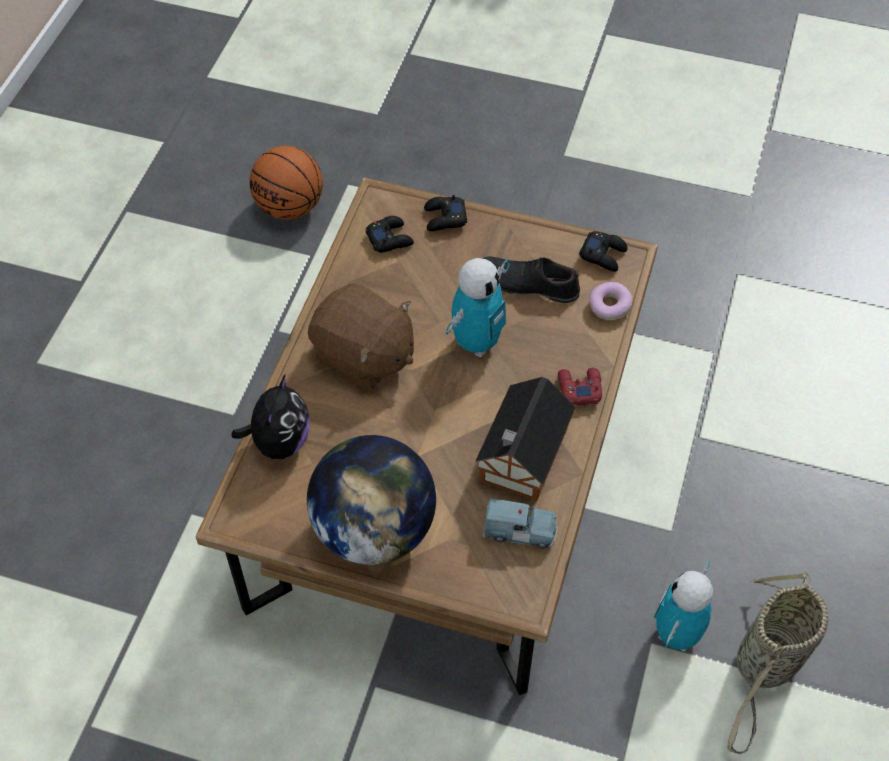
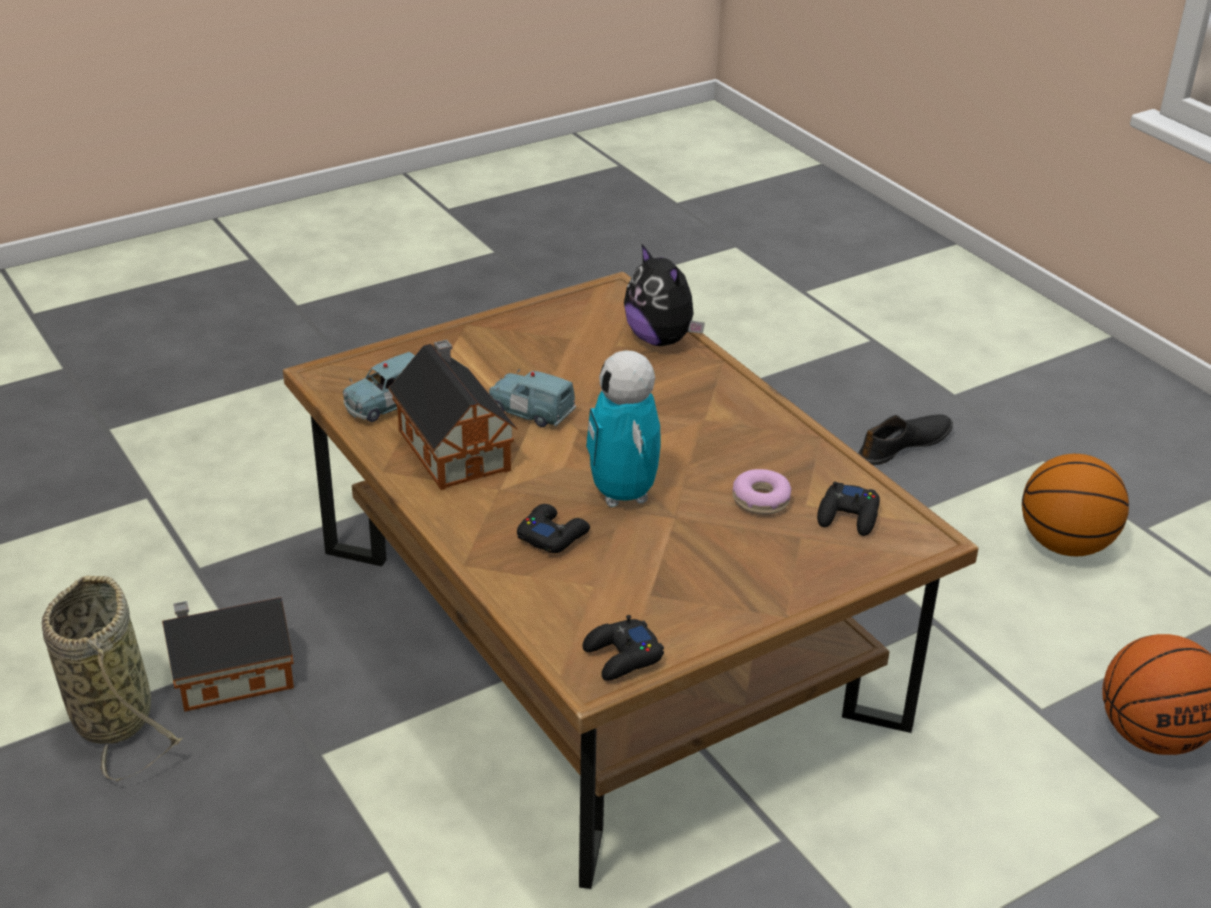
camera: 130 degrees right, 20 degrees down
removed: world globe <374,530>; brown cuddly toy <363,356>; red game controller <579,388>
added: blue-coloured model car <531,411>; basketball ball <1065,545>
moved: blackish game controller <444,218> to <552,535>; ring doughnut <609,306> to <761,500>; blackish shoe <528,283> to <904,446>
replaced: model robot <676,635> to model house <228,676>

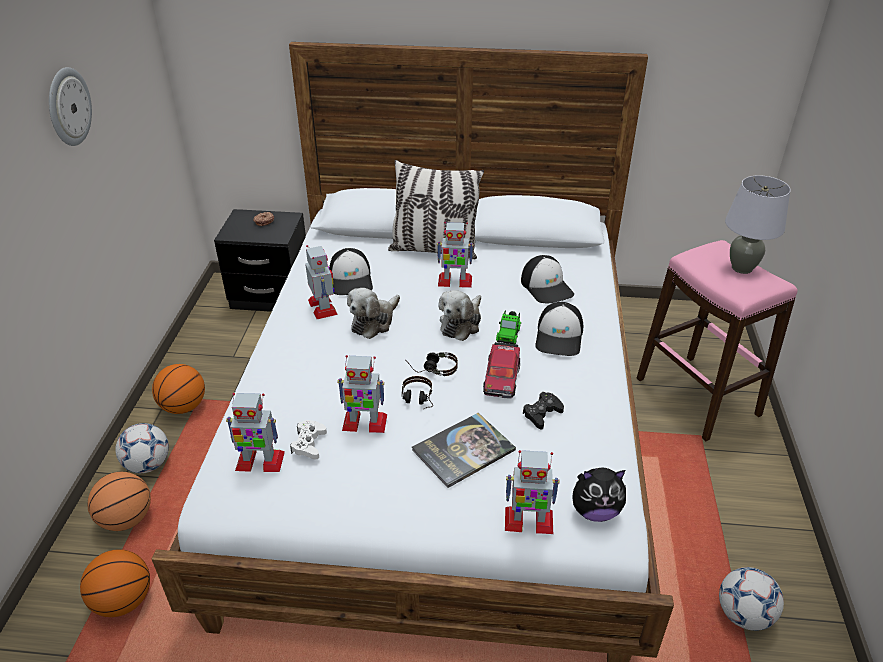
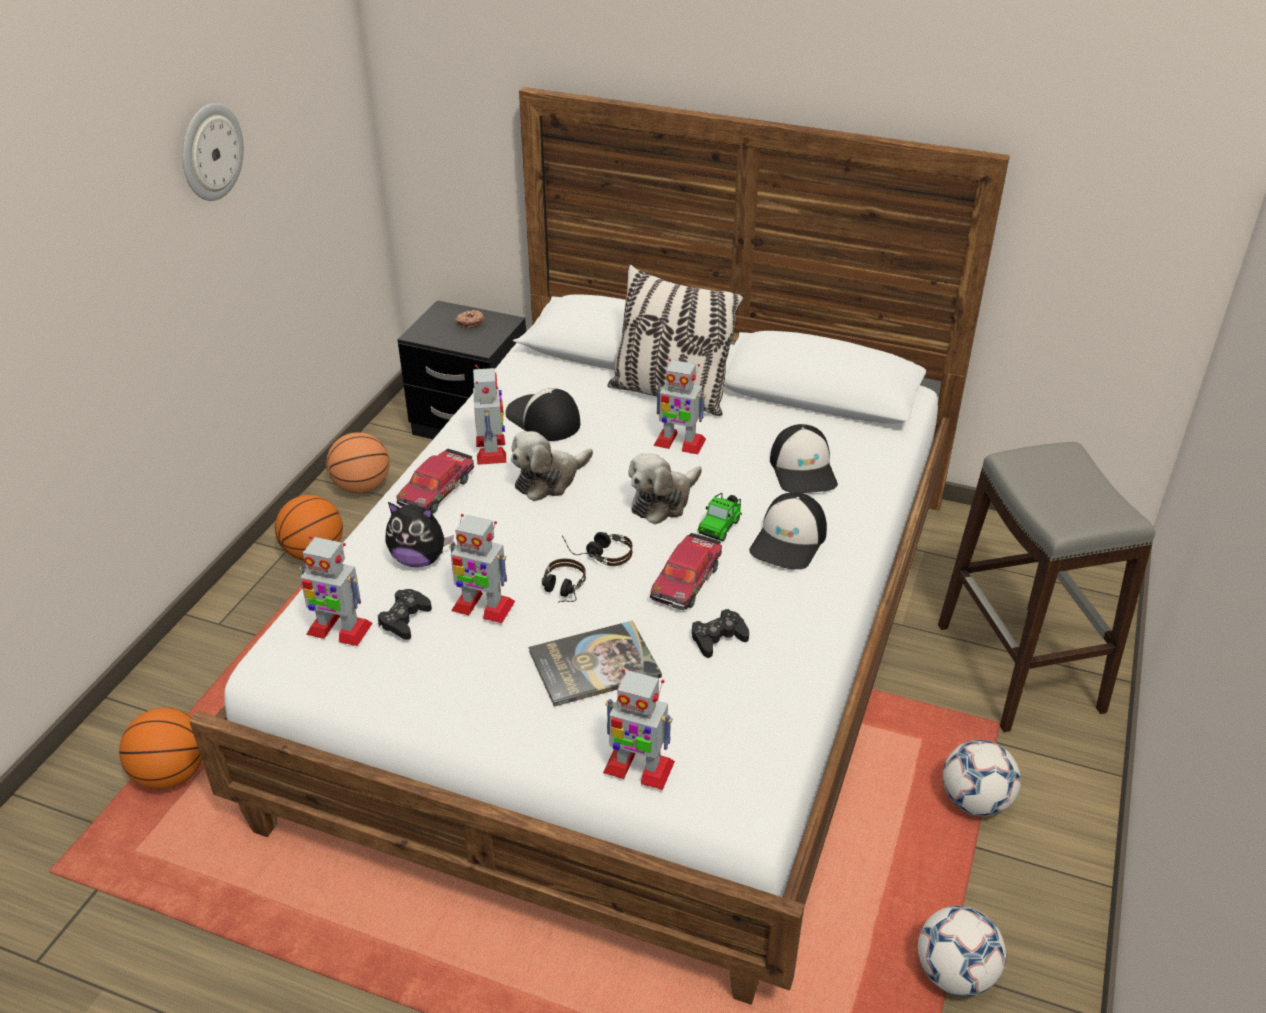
camera: 15 degrees right, 0 degrees up
removed: greyish tabletop lamp <741,268>
added: model car <437,490>
moved: basketball ball <126,519> to <362,487>; cuddly toy <595,511> to <419,559>; football ball <148,464> to <974,801>
recoloured: white-coloured game controller <309,444> to blackish game controller <405,619>; pink-coloured sitting stool <698,397> to greyish sitting stool <1019,668>
turned: peaked cap <351,280> = <542,419> 135 degrees clockwise

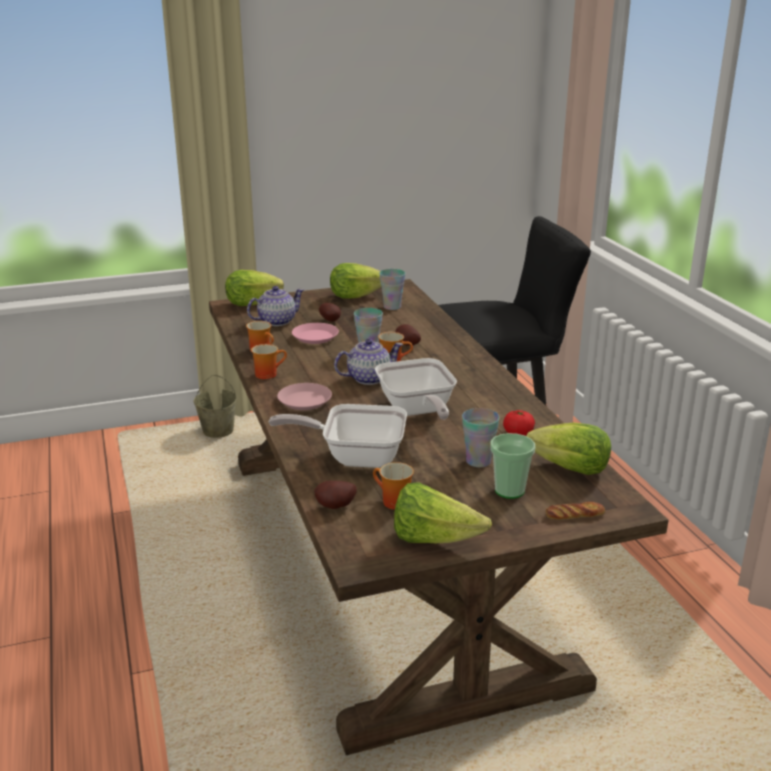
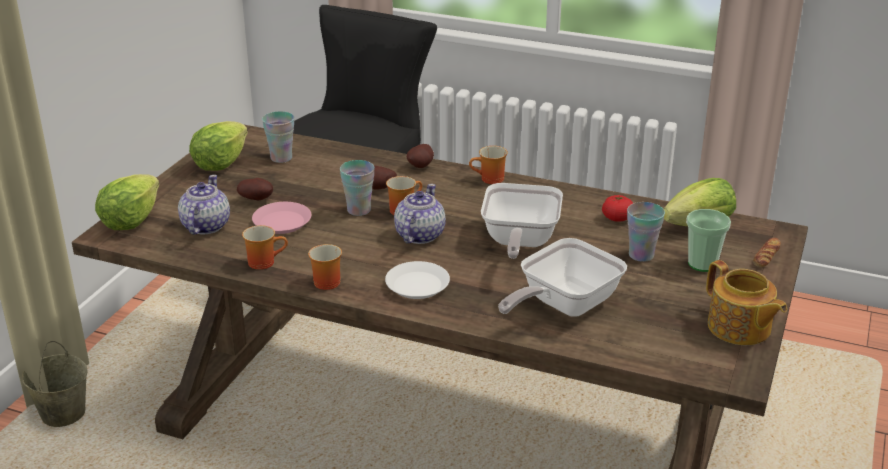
camera: 50 degrees left, 5 degrees up
moved: whole potato <336,507> to <422,166>; mug <392,502> to <490,180>
replaced: lettuce <433,539> to teapot <739,328>
recoloured: pink-coloured plate <304,401> to white-coloured plate <417,285>
turned: frying pan <416,411> = <518,242> 75 degrees clockwise

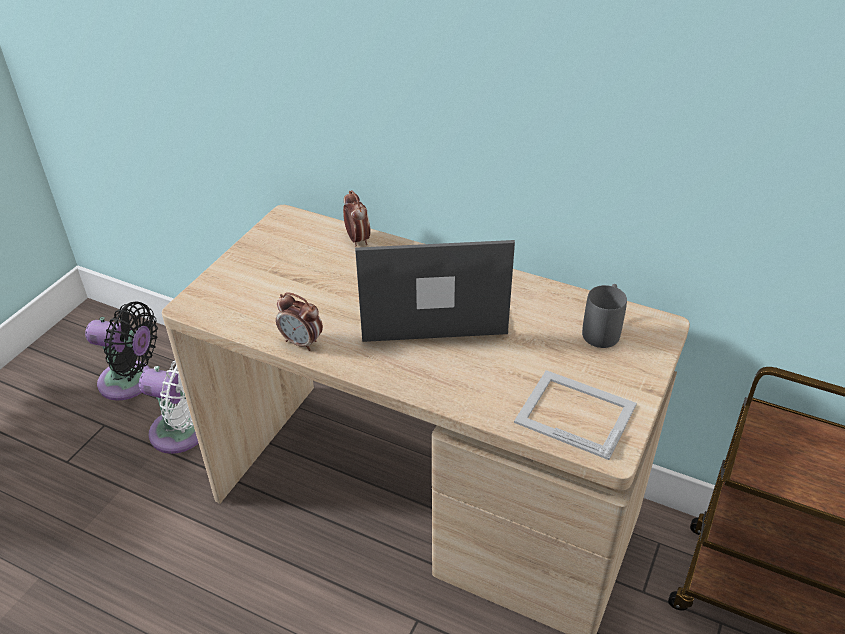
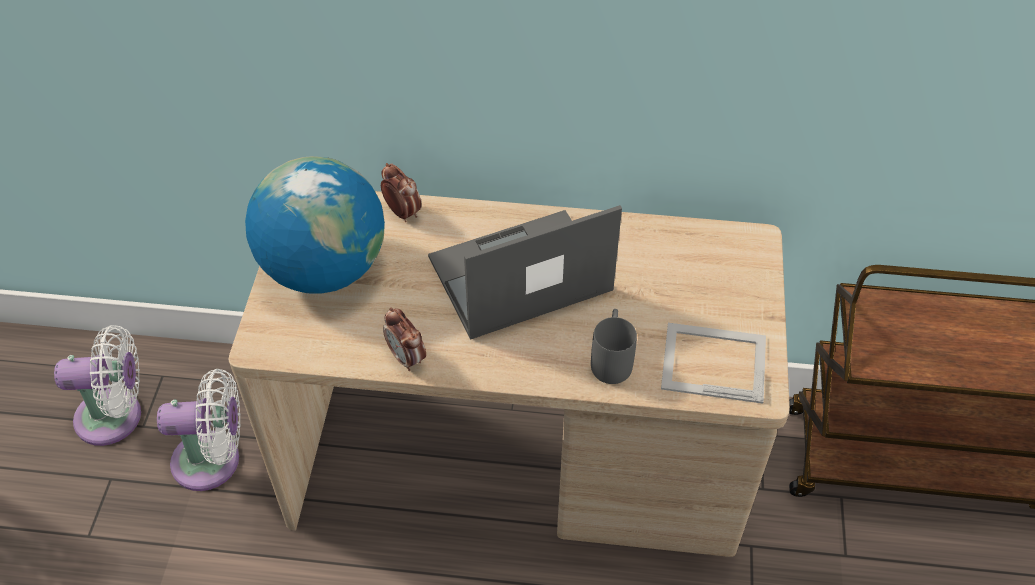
camera: 20 degrees left, 10 degrees up
added: world globe <324,268>
moved: greyish mug <603,330> to <611,359>
recoloured: blackish cooling fan <131,382> to white-coloured cooling fan <116,417>
turned: alarm clock <302,342> = <407,358> 45 degrees clockwise

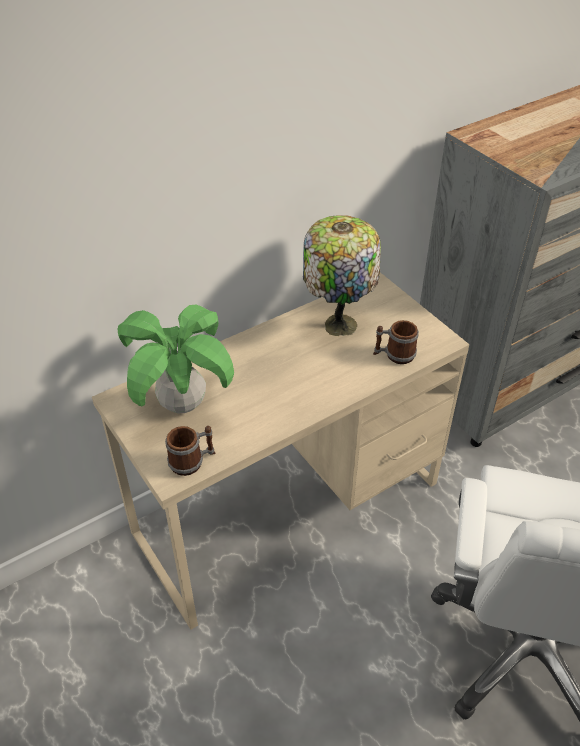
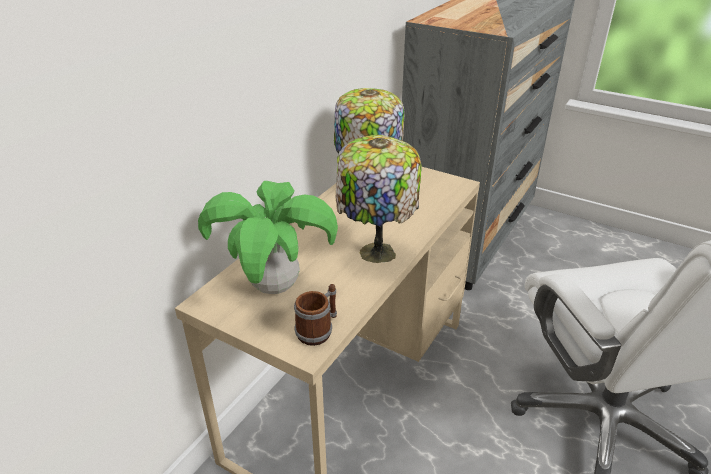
camera: 25 degrees left, 10 degrees down
removed: mug <394,355>
added: tabletop lamp <375,254>

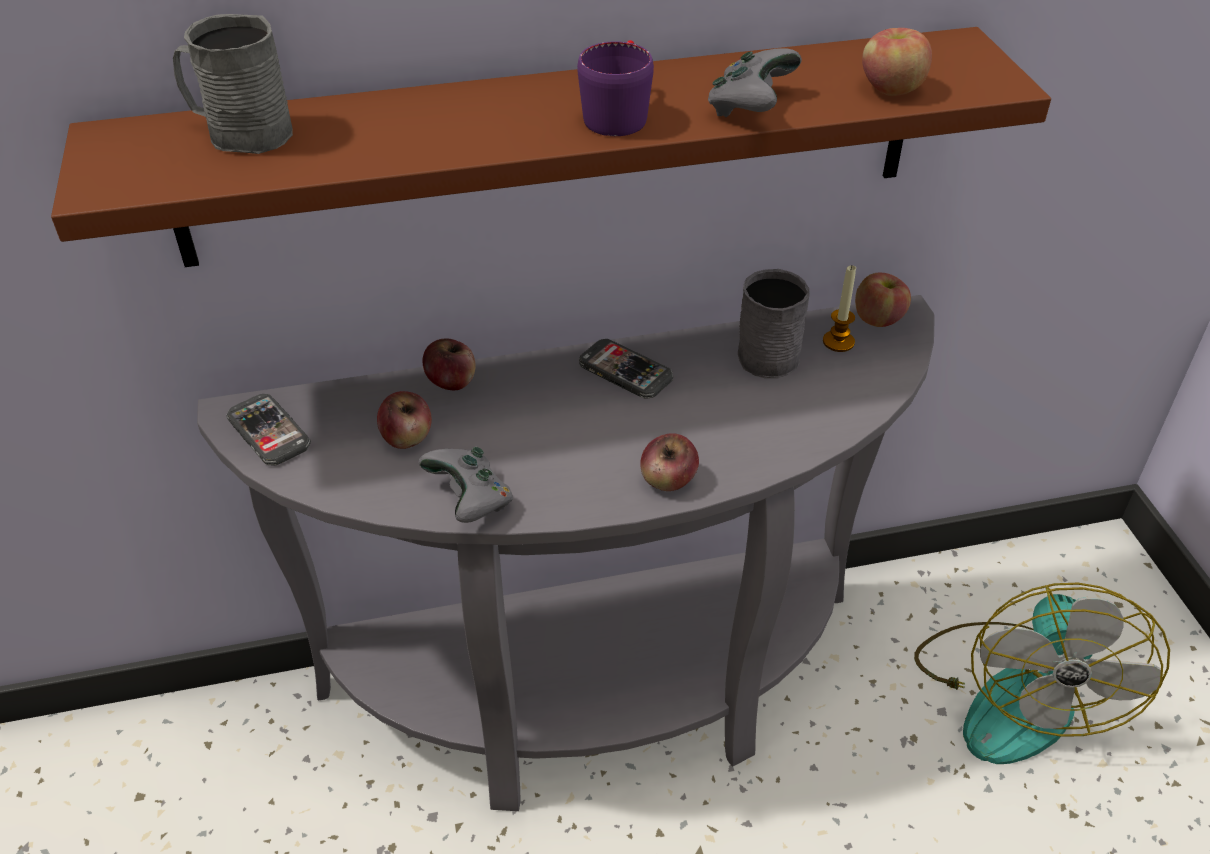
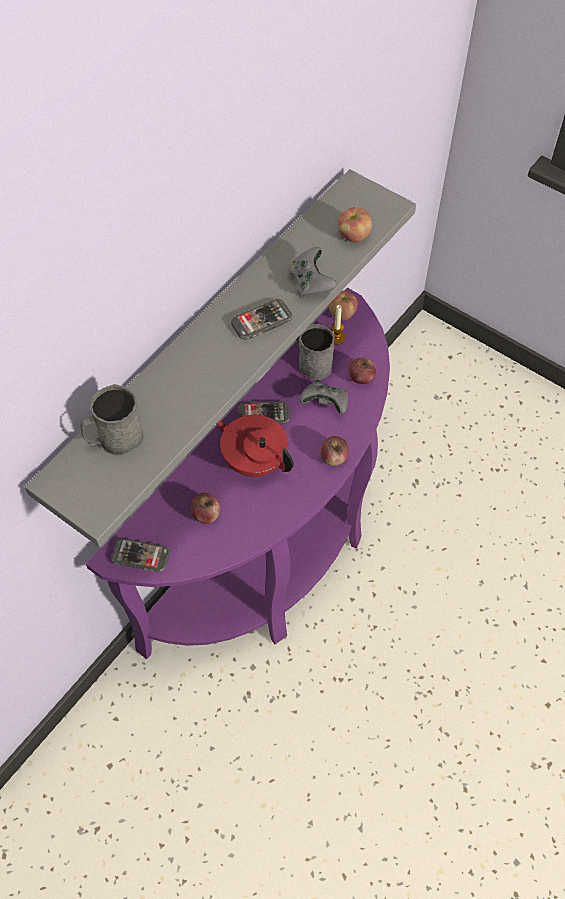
camera: 40 degrees left, 15 degrees up
removed: cooling fan <1013,693>
added: red teapot <254,460>
moved: greyish game controller <470,501> to <326,403>; apple <451,381> to <361,378>
replaced: purplish mug <618,112> to phone <261,320>
recoloured: brown shelf <554,147> to greyish shelf <206,339>; greyish console table <601,696> to purplish console table <274,558>

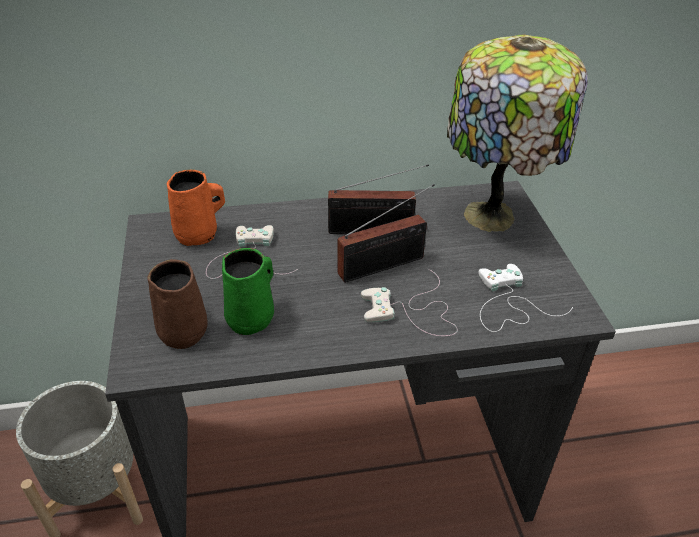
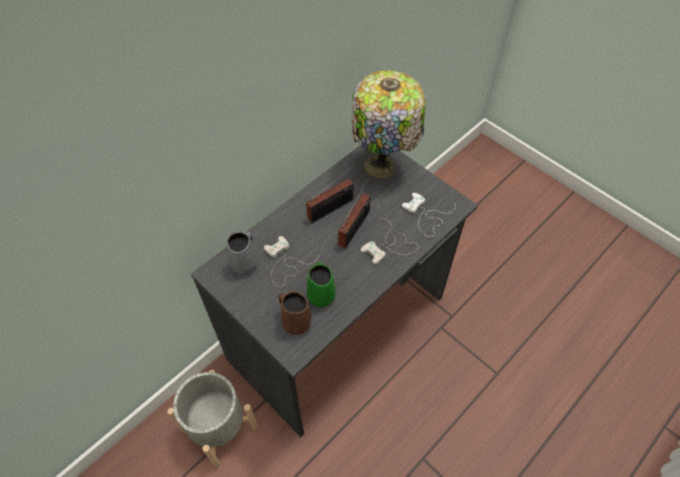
camera: 35 degrees left, 15 degrees up
recoloured: orange mug <199,234> to greyish mug <245,263>

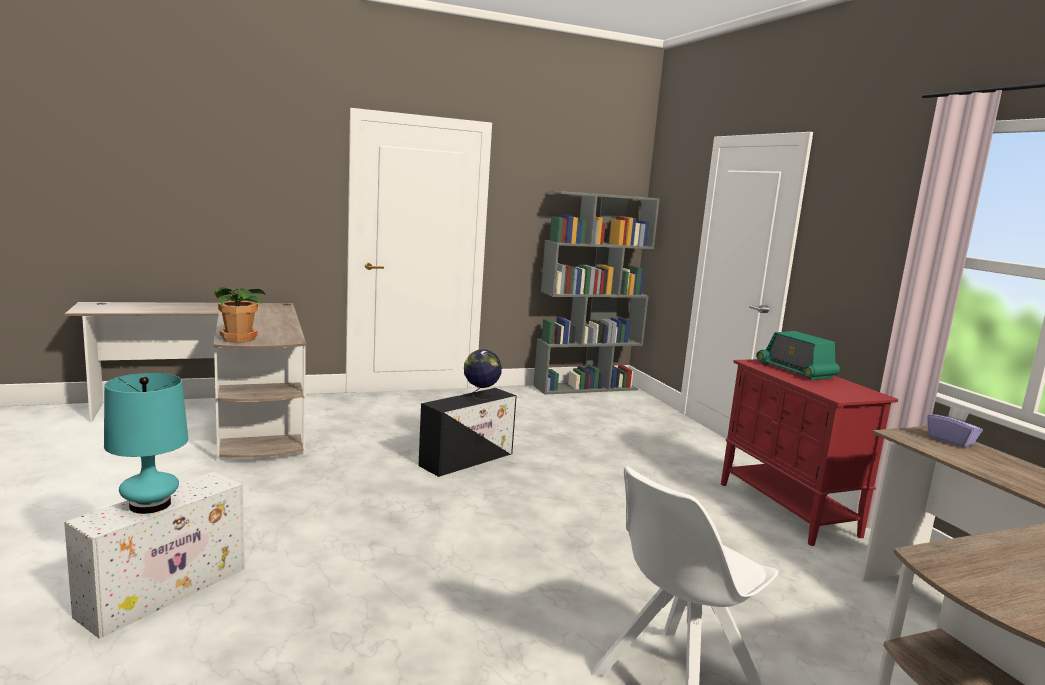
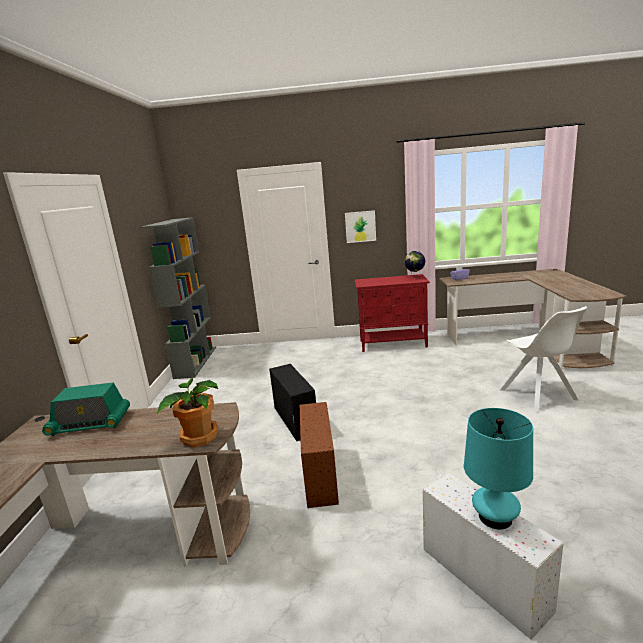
camera: 65 degrees left, 5 degrees up
added: brown storage container <320,474>; wall art <360,226>
moved: radio receiver <795,370> to <90,424>; world globe <480,397> to <415,277>

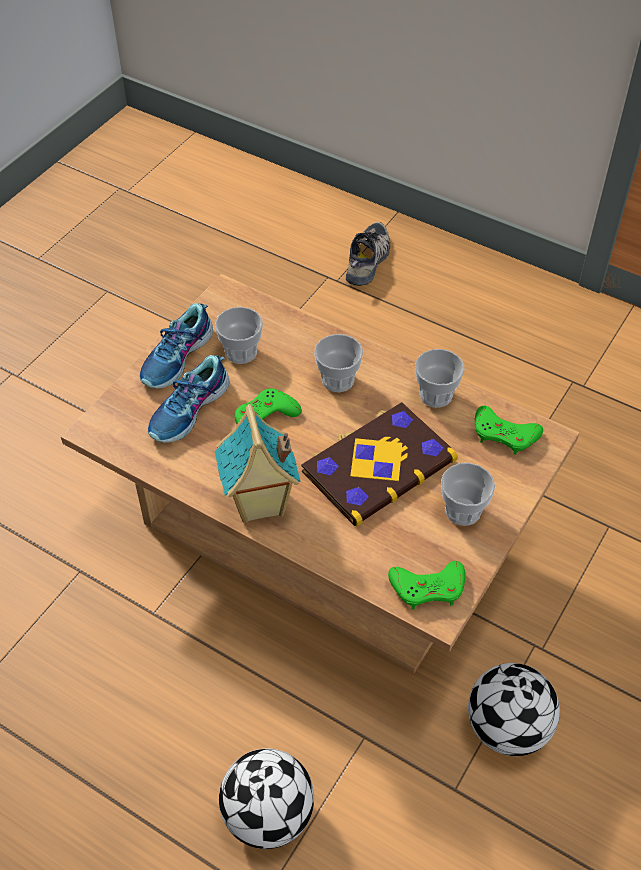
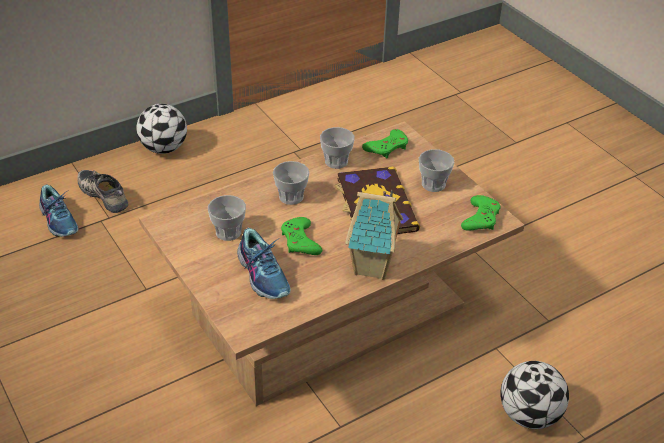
camera: 65 degrees left, 10 degrees down
moved: shoe <178,358> to <59,220>; football ball <508,727> to <164,148>

